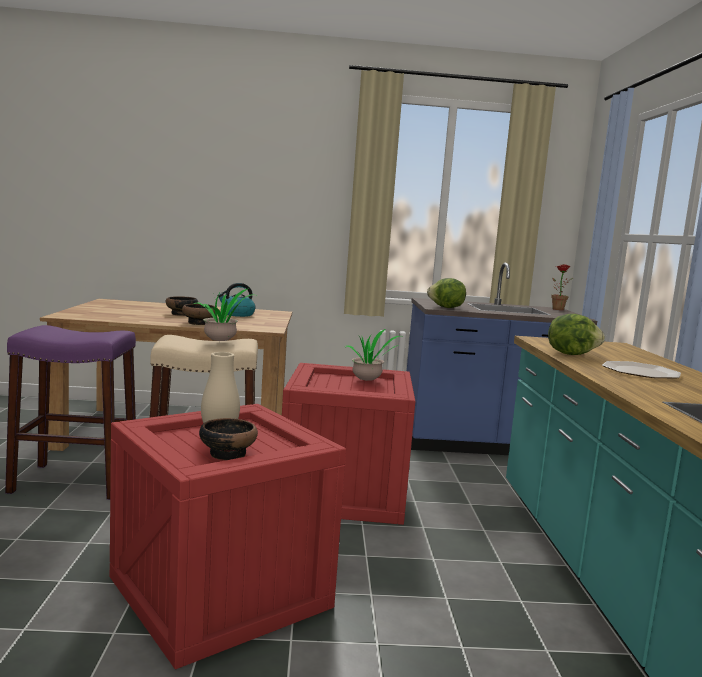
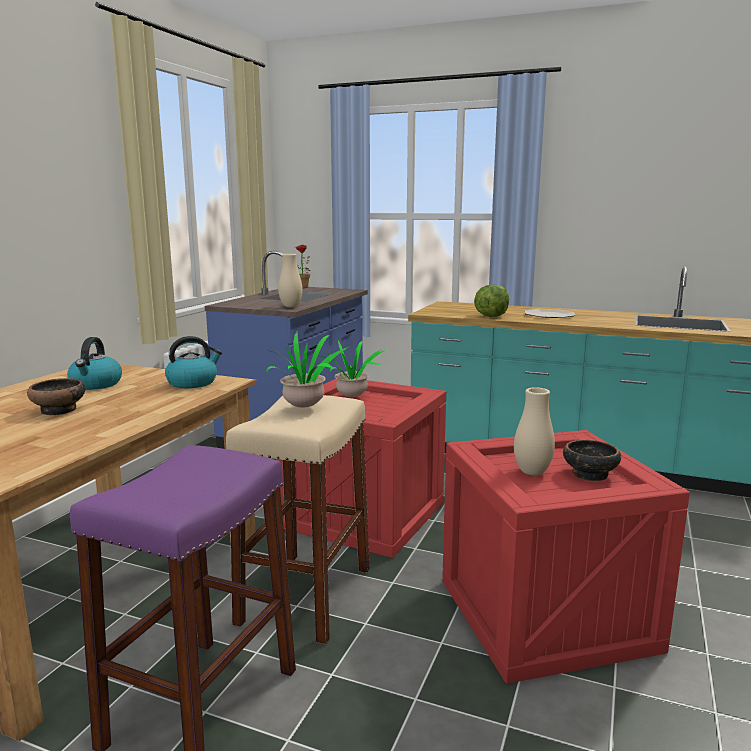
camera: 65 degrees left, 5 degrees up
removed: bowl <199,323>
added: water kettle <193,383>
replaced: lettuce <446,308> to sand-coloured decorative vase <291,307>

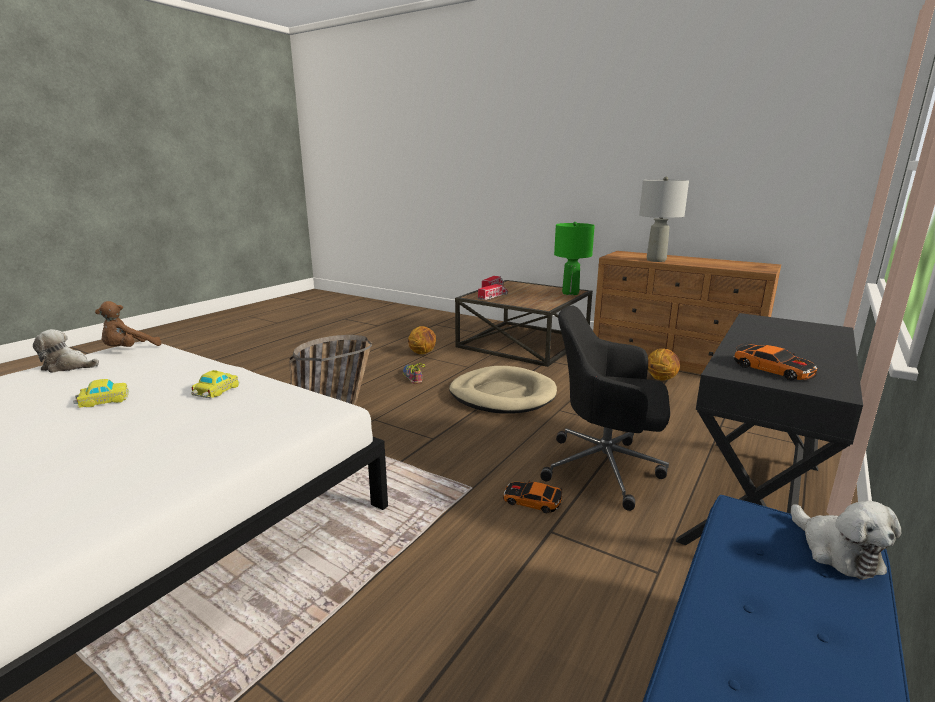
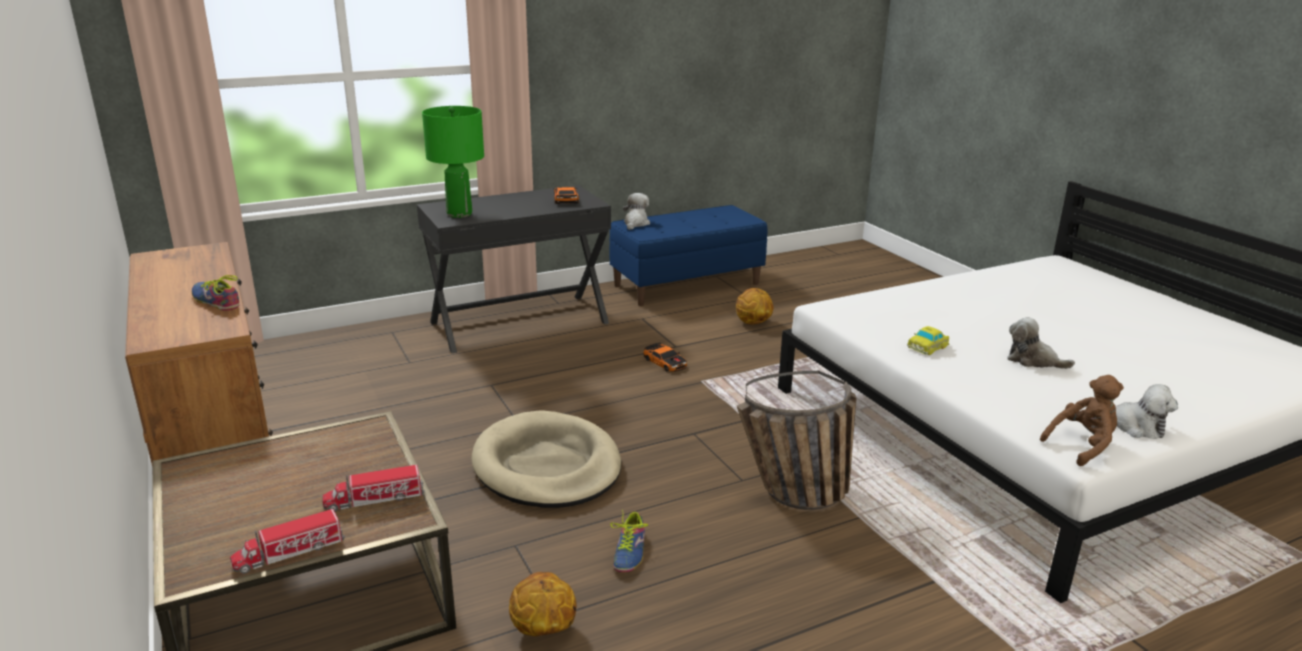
camera: 150 degrees left, 5 degrees up
removed: blackish desk chair <606,469>
moved: greenish tabletop lamp <570,293> to <459,214>; basketball ball <661,378> to <752,323>
replaced: greyish tabletop lamp <655,260> to shoe <216,301>; model car <103,400> to cuddly toy <1033,360>

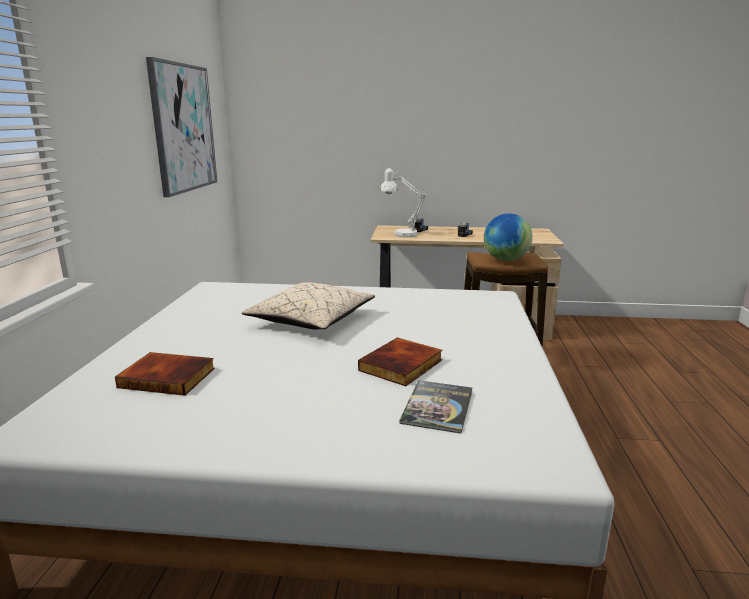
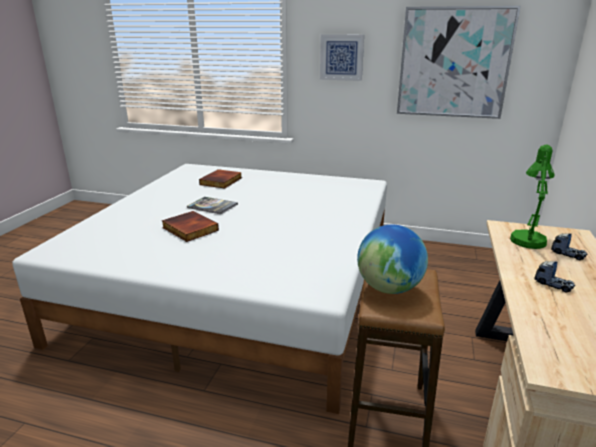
camera: 100 degrees right, 5 degrees up
removed: sand-coloured throw pillow <311,320>
added: wall art <341,57>
moved: bound book <437,407> to <212,206>
recoloured: white-coloured tabletop lamp <400,234> to greenish tabletop lamp <527,238>

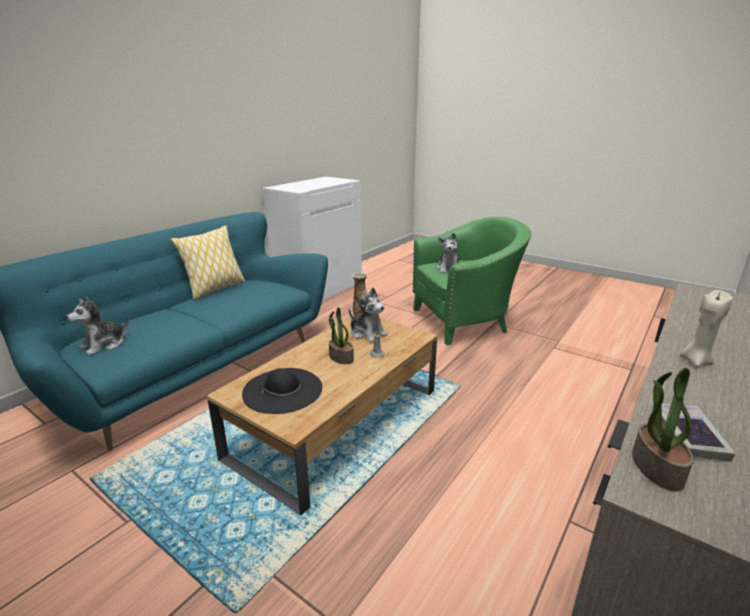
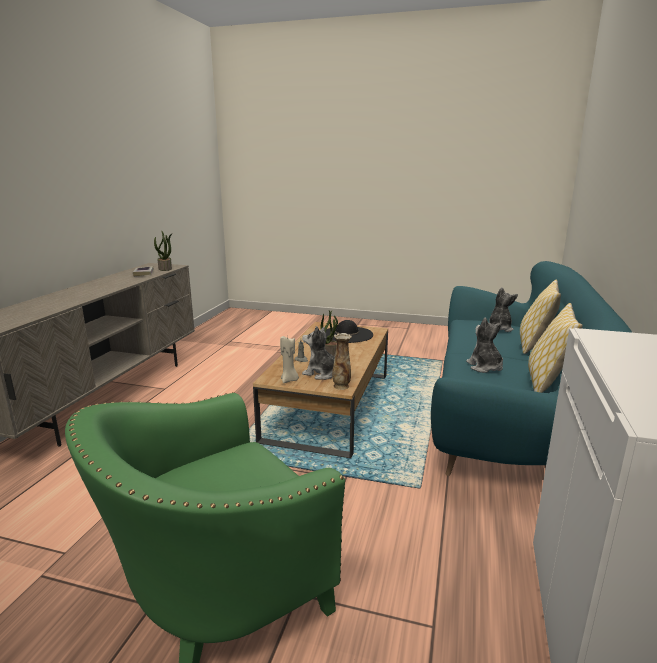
camera: 160 degrees right, 5 degrees down
added: throw pillow <534,345>
moved: sand-coloured wax candle <695,360> to <289,380>; cuddly toy <448,269> to <484,367>

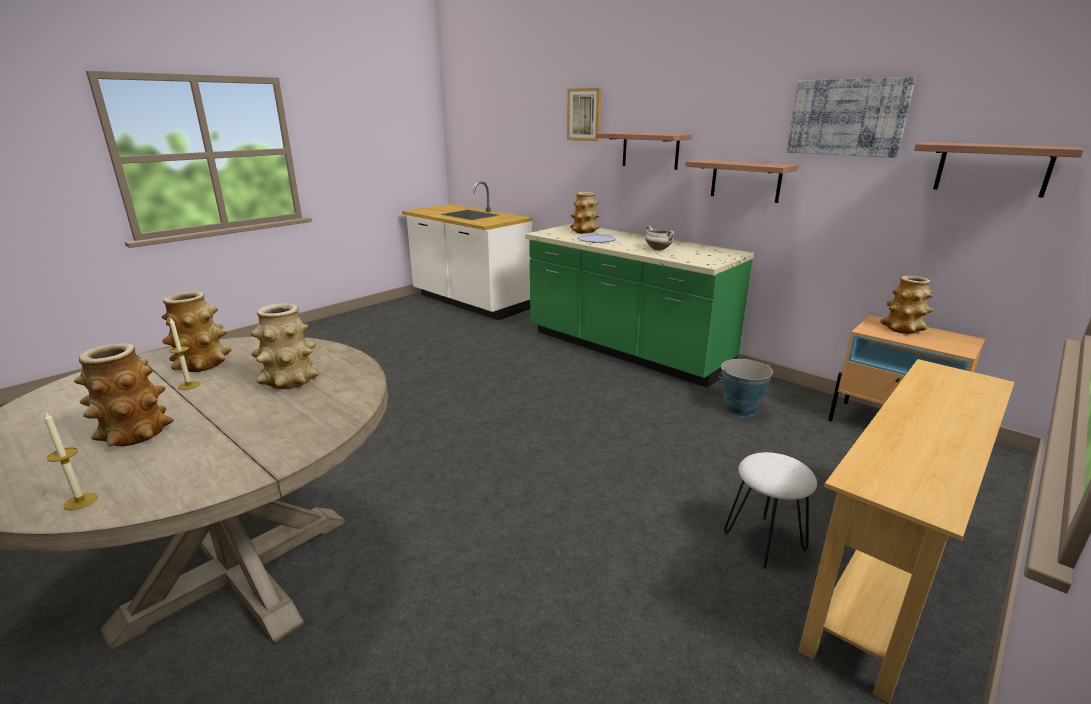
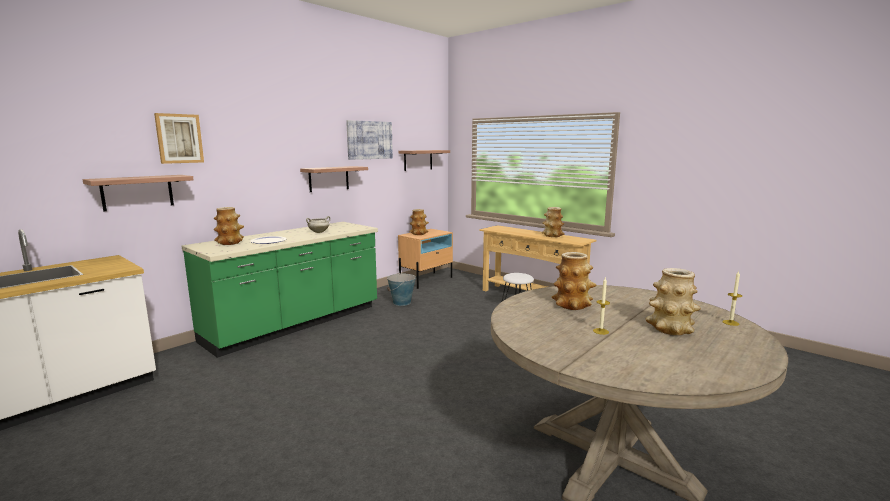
camera: 90 degrees left, 10 degrees down
moved: shelf <650,150> to <137,192>; decorative vase <203,364> to <552,235>

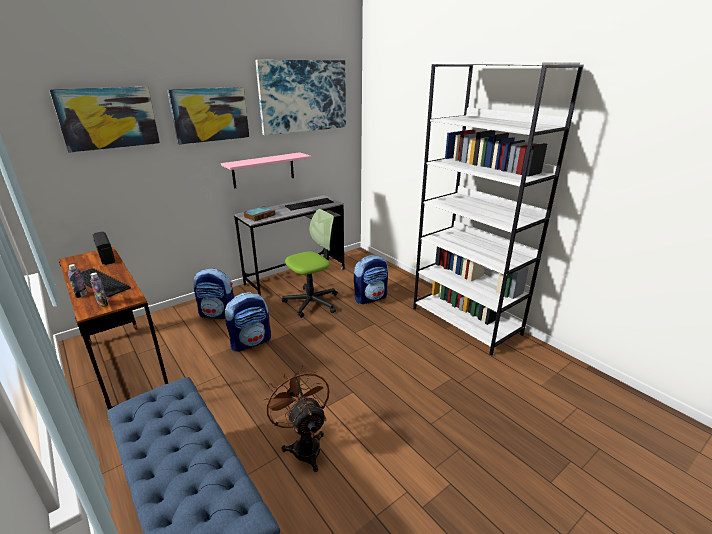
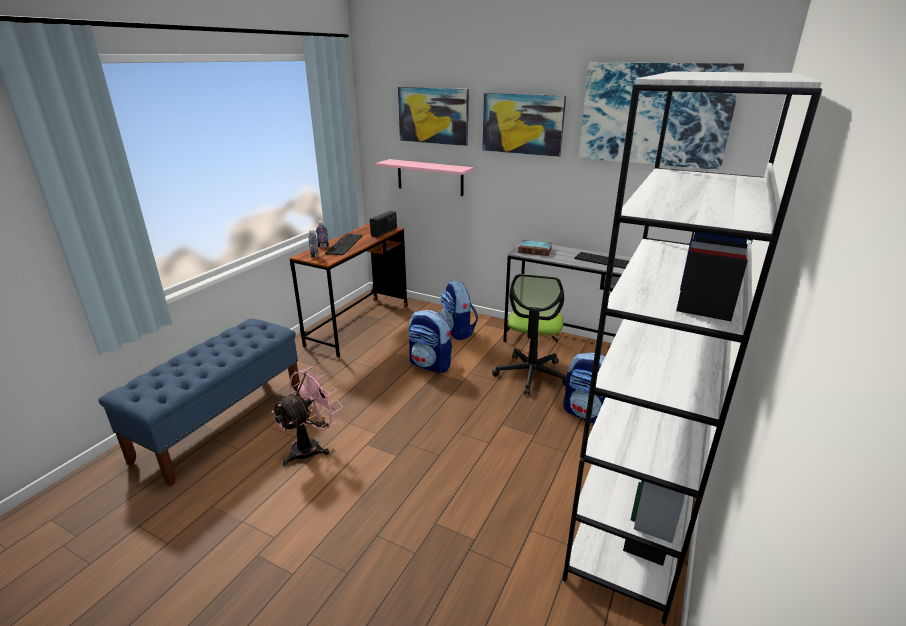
camera: 65 degrees right, 0 degrees up
moved: pink-coloured shelf <263,170> to <430,177>
recoloured: brown cooling fan <304,445> to pink-coloured cooling fan <311,447>
turned: desk chair <312,302> = <531,374> 75 degrees clockwise

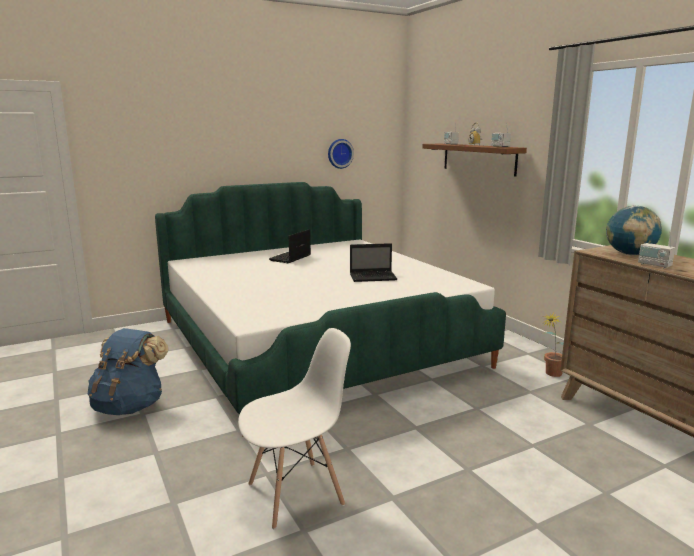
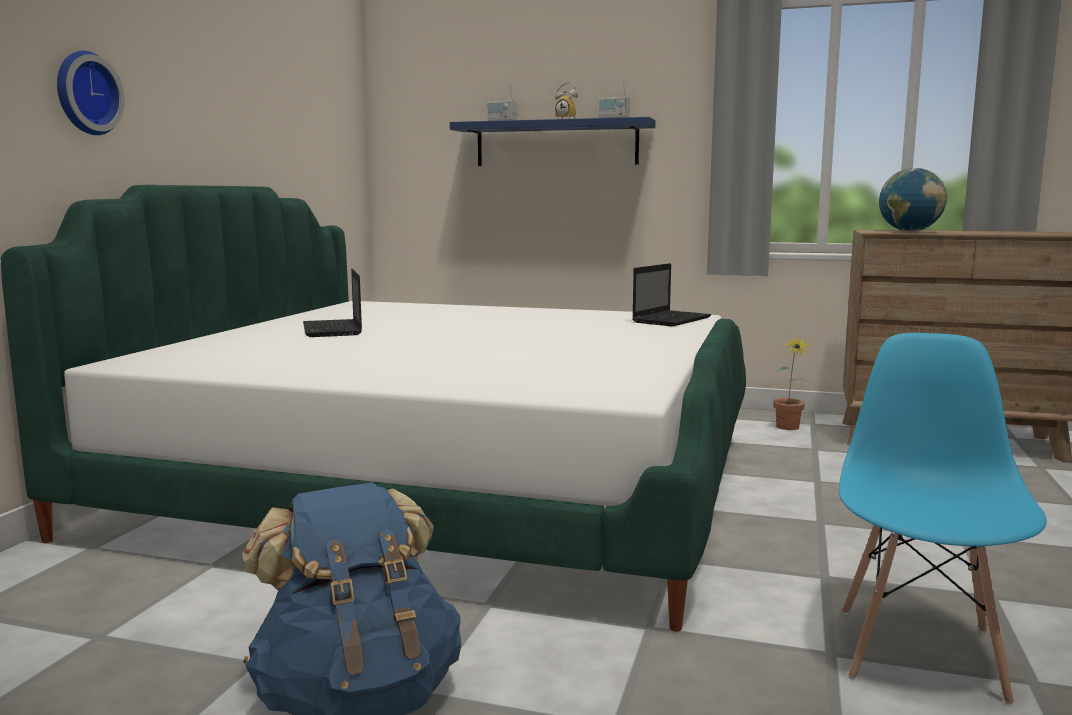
camera: 45 degrees left, 5 degrees down
removed: radio receiver <654,265>
moved: wall clock <339,153> to <84,93>; notebook computer <374,277> to <672,320>
recoloured: brown shelf <478,158> to blue-coloured shelf <556,143>; white-coloured upright chair <296,494> to blue-coloured upright chair <920,652>

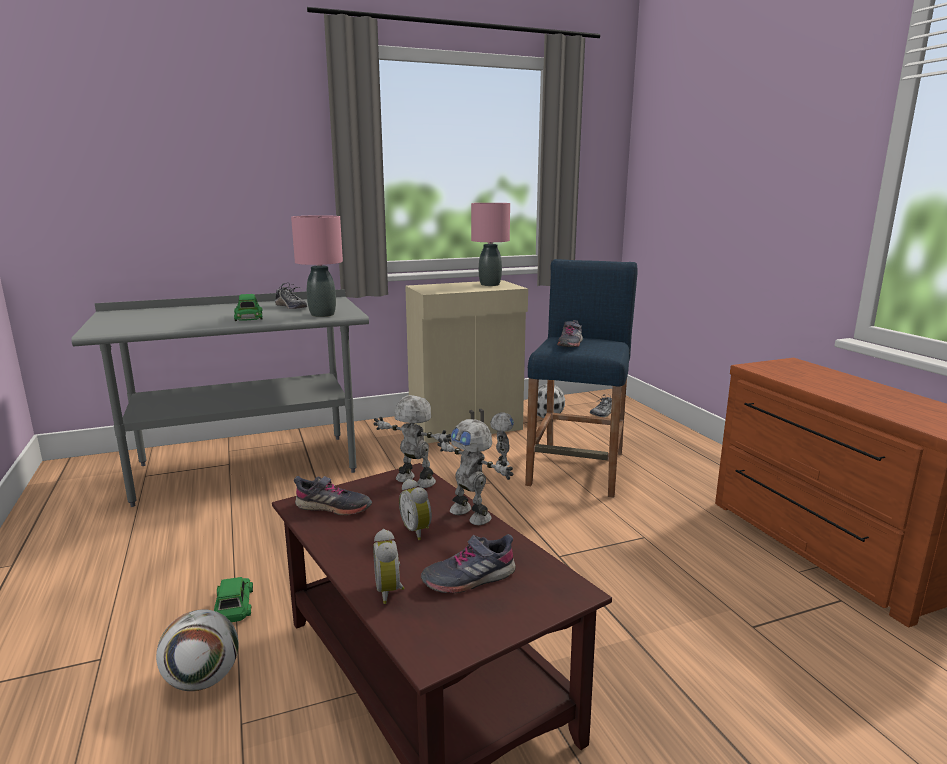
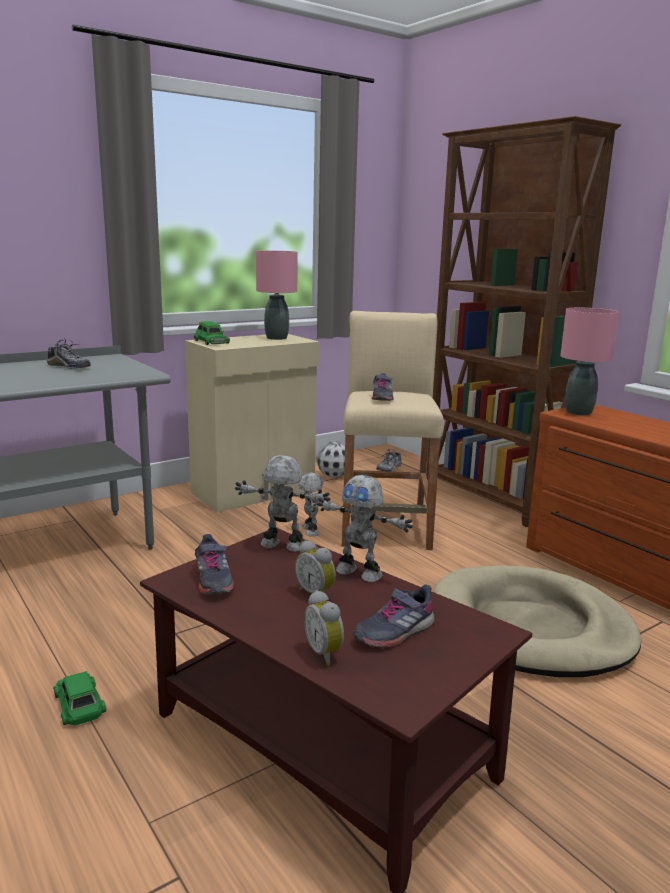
camera: 15 degrees left, 0 degrees up
removed: football ball <202,680>
added: brown shelving unit <491,499>; sand-coloured pet bed <530,628>
moved: greenish model car <248,317> to <211,342>; pink-coloured tabletop lamp <323,315> to <579,412>
recoloured: blue-coloured sitting stool <577,468> to sand-coloured sitting stool <386,525>
turned: greyish shoe <333,508> = <213,580> 75 degrees clockwise

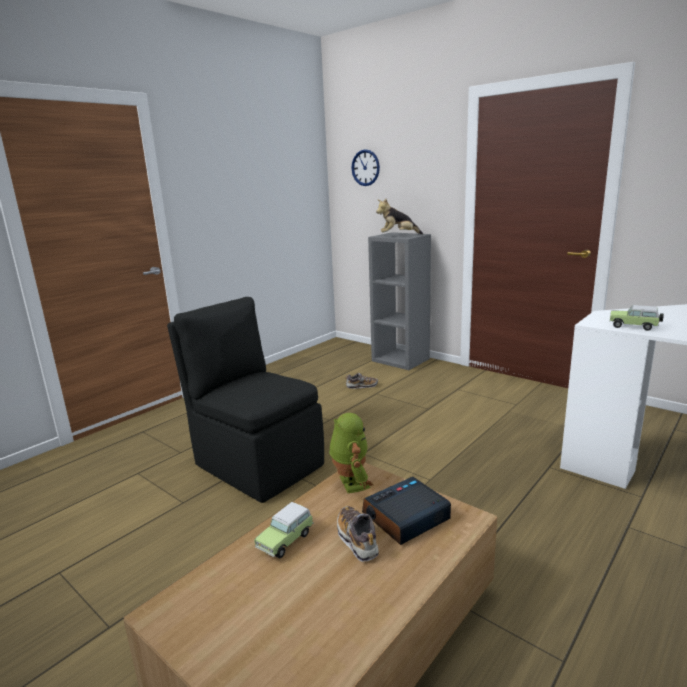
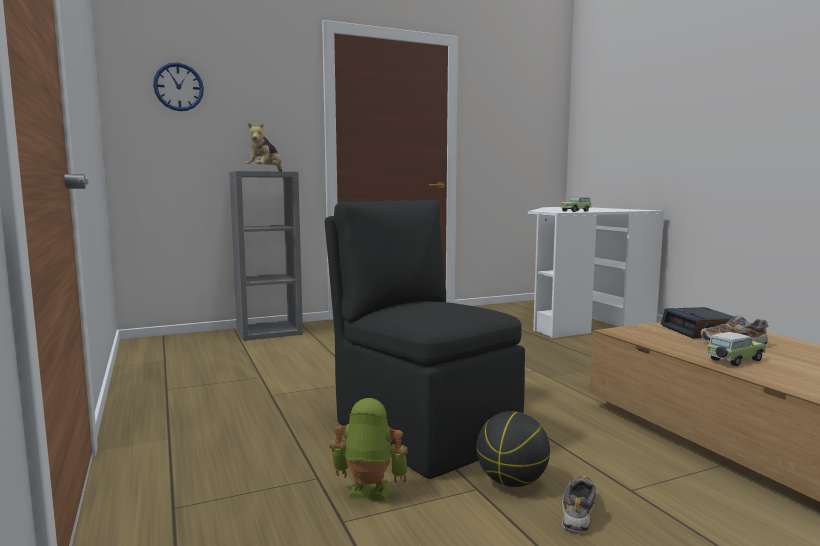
camera: 65 degrees left, 10 degrees down
added: basketball ball <511,482>
moved: model robot <350,483> to <368,494>; shoe <361,386> to <578,512>
turned: blackish upright chair <257,463> = <422,431> 75 degrees clockwise; model car <287,540> = <733,361> 90 degrees counterclockwise

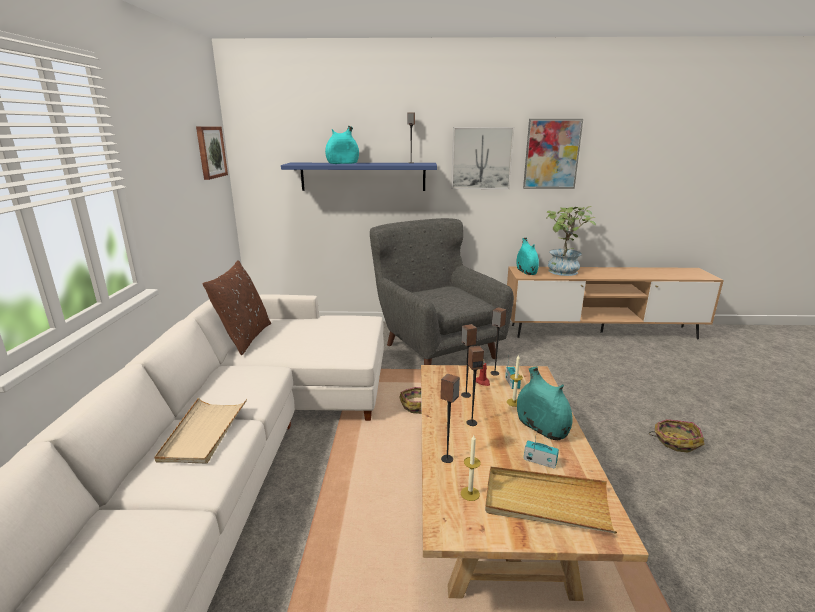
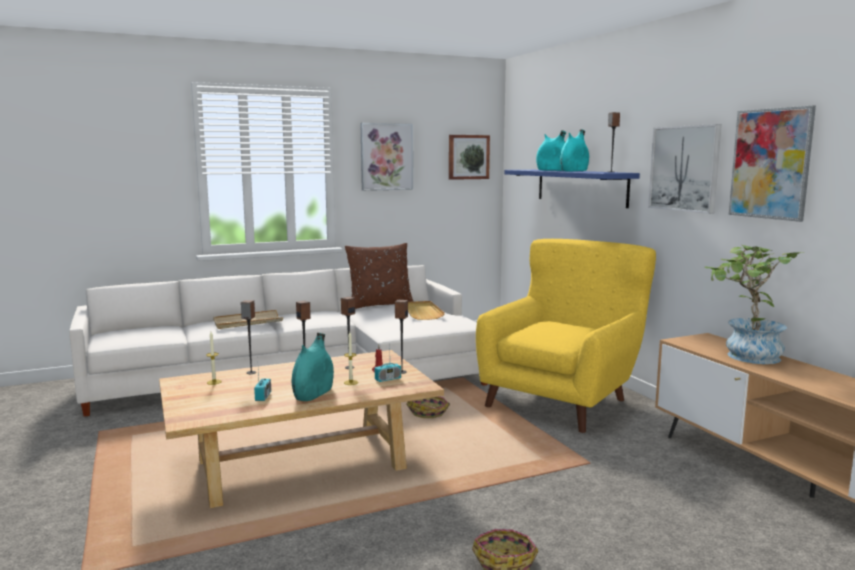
camera: 65 degrees right, 10 degrees down
added: wall art <386,157>
moved: sand-coloured serving tray <546,502> to <422,312>; blue-green decorative vase <526,272> to <574,171>
recoloured: greyish armchair <437,347> to yellowish armchair <561,400>

